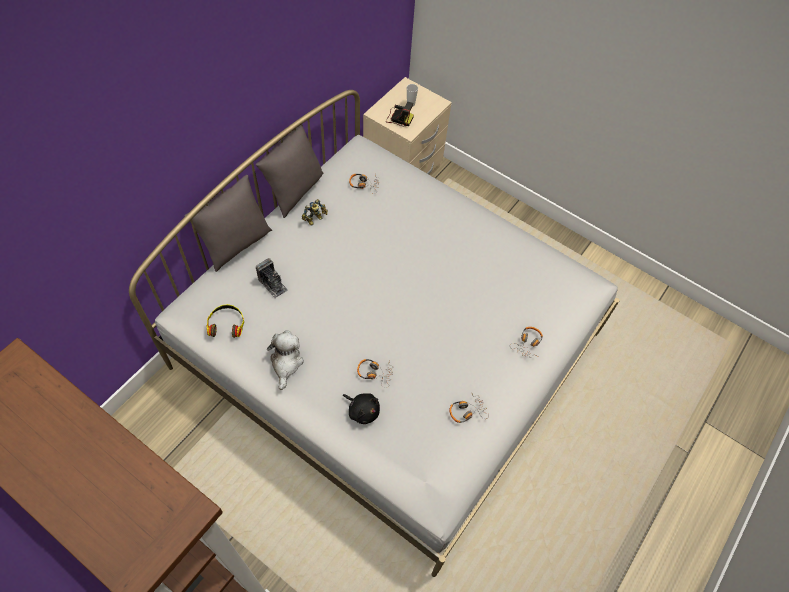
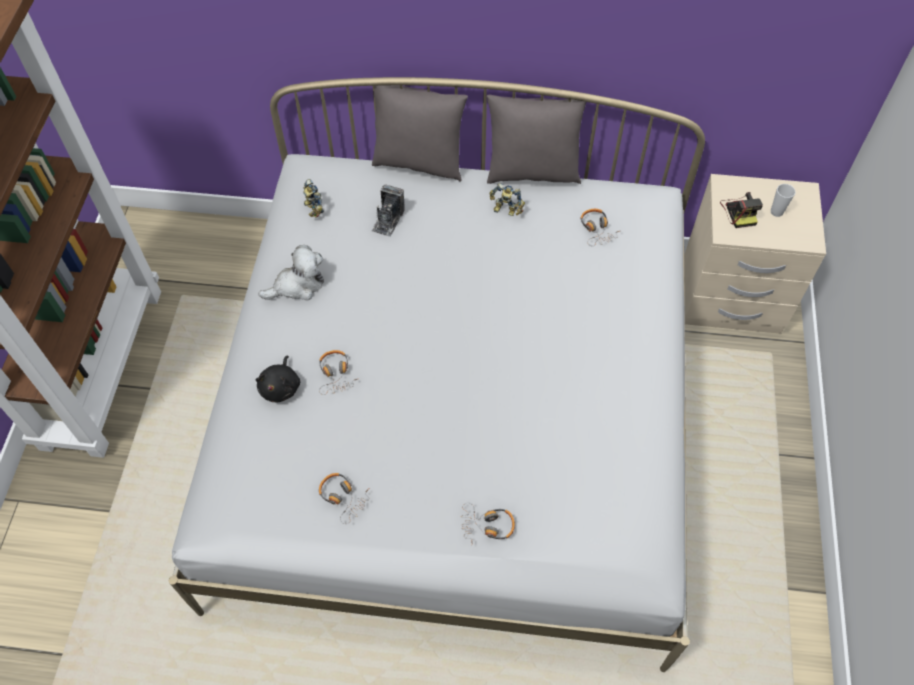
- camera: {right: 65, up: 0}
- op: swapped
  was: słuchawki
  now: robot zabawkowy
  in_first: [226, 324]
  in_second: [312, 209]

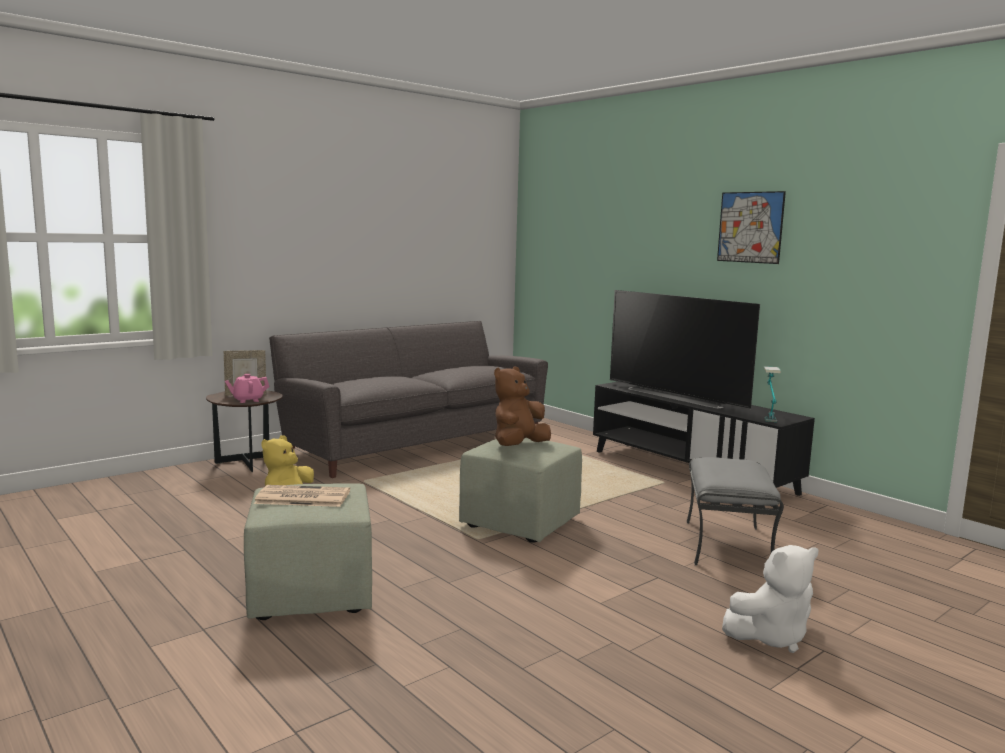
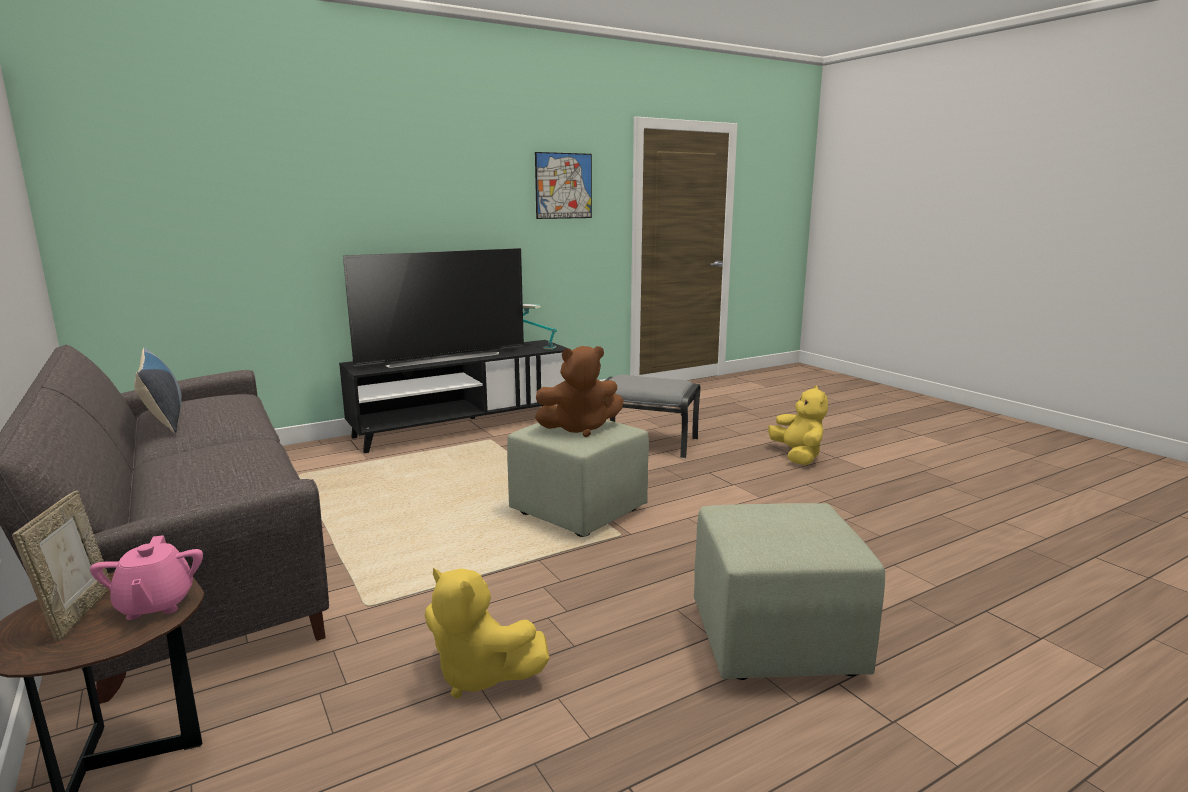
- camera: {right: -80, up: 5}
- op: gone
  was: gazeta
  in_first: [301, 497]
- op: rotated
  was: pluszak/brązowy
  in_first: [518, 446]
  in_second: [580, 428]
  clockwise: -60
- op: shifted
  was: obraz
  in_first: [750, 227]
  in_second: [563, 186]
- op: repainted
  was: pluszak/biały
  now: pluszak/żółty
  in_first: [770, 637]
  in_second: [797, 456]
- op: new
  now: poduszka
  in_second: [163, 417]

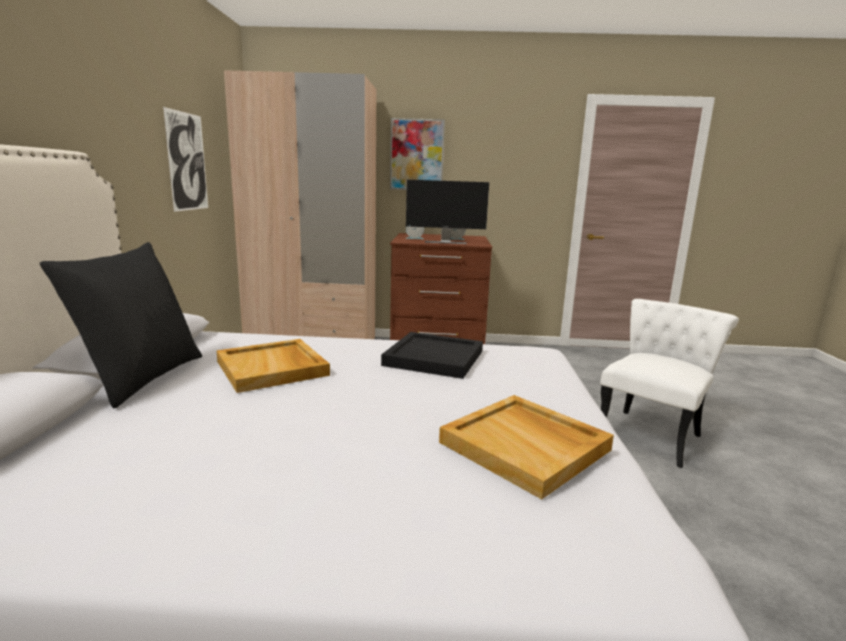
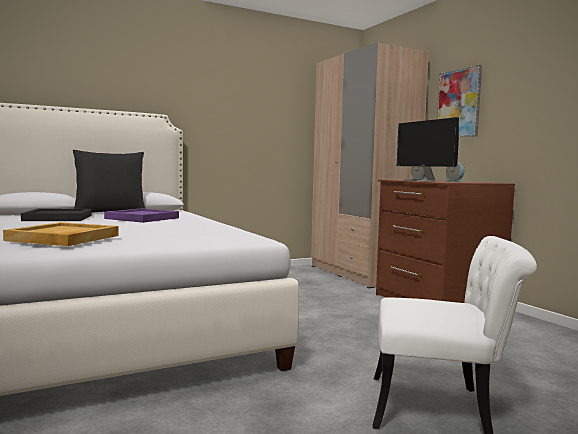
- camera: {right: 60, up: -10}
- op: gone
  was: obraz
  in_first: [187, 162]
- op: repainted
  was: taca/beżowy
  now: taca/fioletowy
  in_first: [273, 368]
  in_second: [142, 218]
- op: shifted
  was: taca/czarny
  in_first: [433, 358]
  in_second: [58, 218]

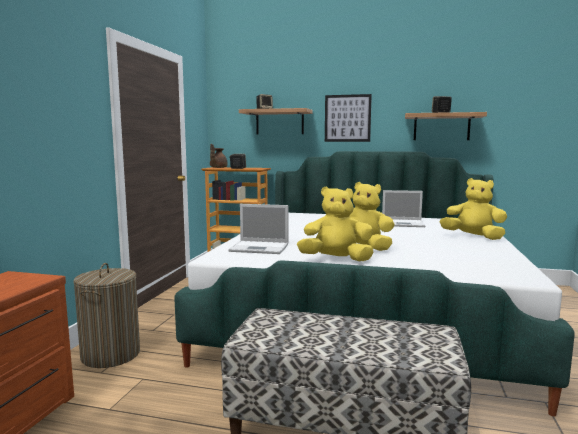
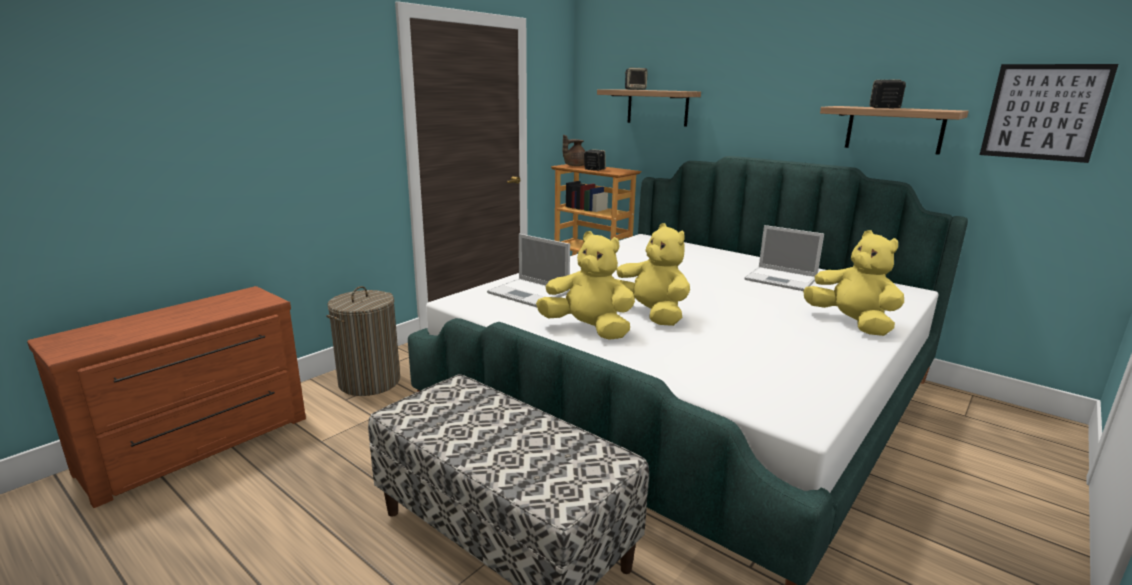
- camera: {right: 25, up: 10}
- op: shifted
  was: obraz
  in_first: [347, 118]
  in_second: [1044, 112]

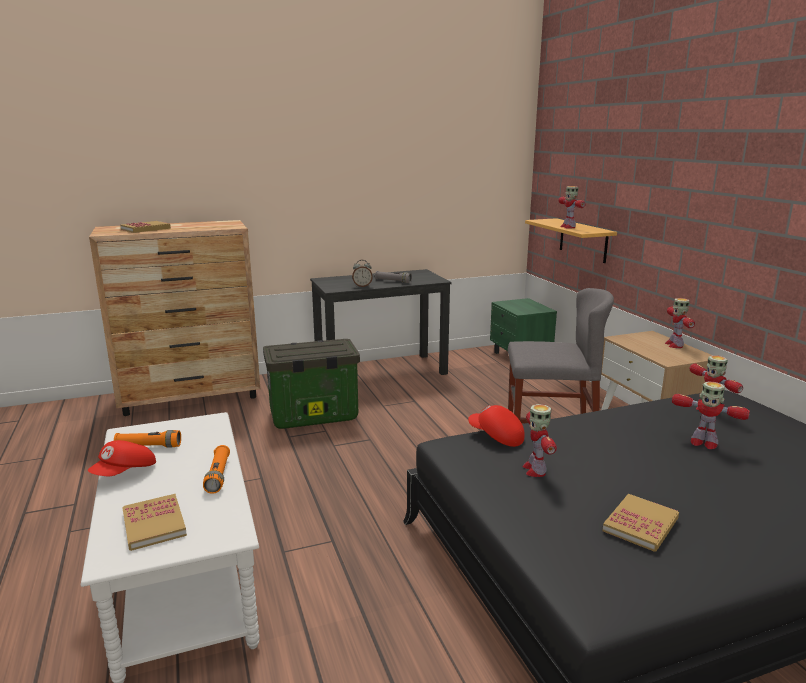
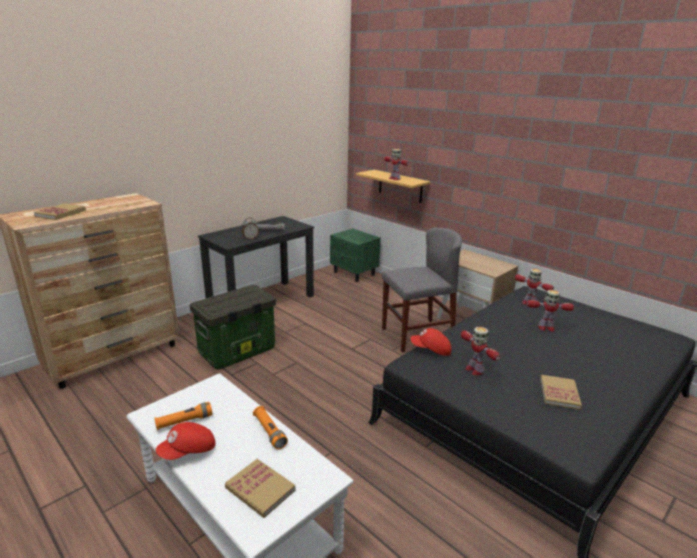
- camera: {right: -25, up: 5}
- op: rotated
  was: czapka z daszkiem/czerwony
  in_first: [125, 473]
  in_second: [188, 451]
  clockwise: 45
- op: gone
  was: robot zabawkowy
  in_first: [674, 345]

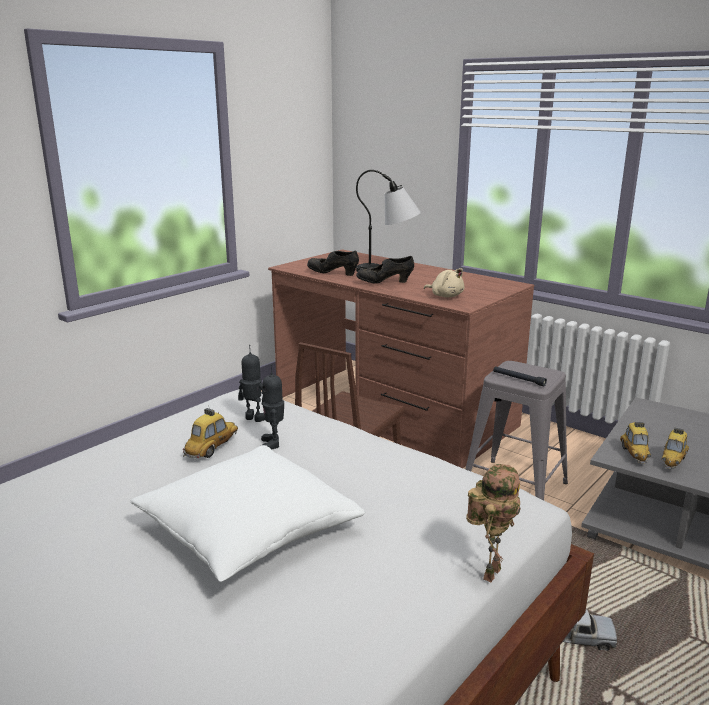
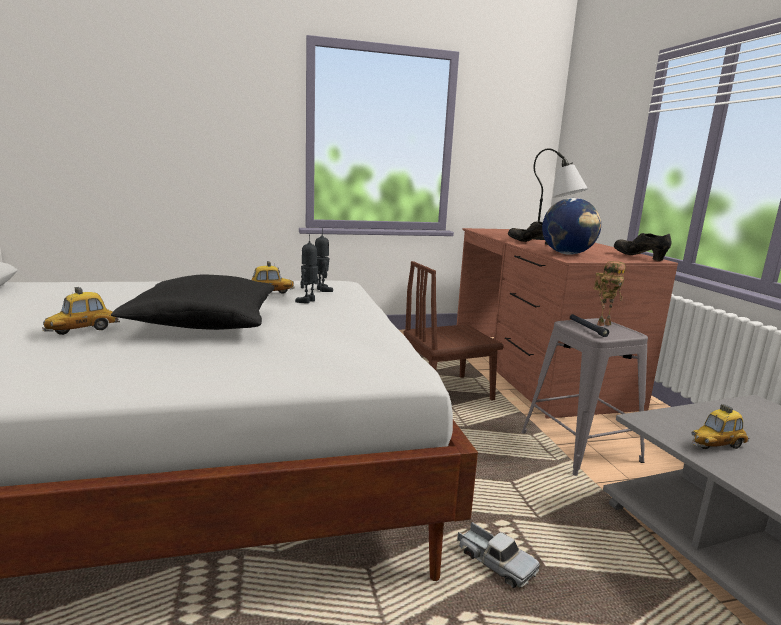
- camera: {right: 35, up: -5}
- op: repainted
  was: poduszka/biały
  now: poduszka/czarny
  in_first: [248, 531]
  in_second: [204, 323]
- op: shifted
  was: but/czarny
  in_first: [333, 274]
  in_second: [639, 257]
- op: swapped
  was: pluszak/beżowy
  now: globus
  in_first: [445, 296]
  in_second: [567, 254]
- op: shifted
  was: robot zabawkowy
  in_first: [489, 571]
  in_second: [603, 324]
- op: shifted
  was: samochodzik
  in_first: [634, 454]
  in_second: [82, 330]

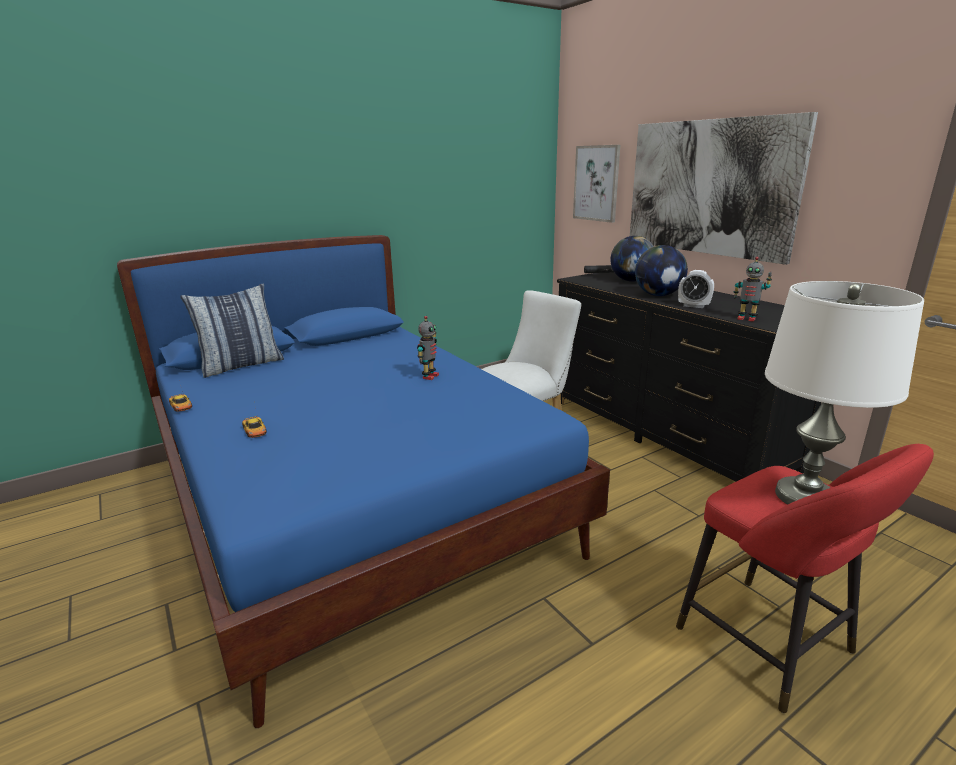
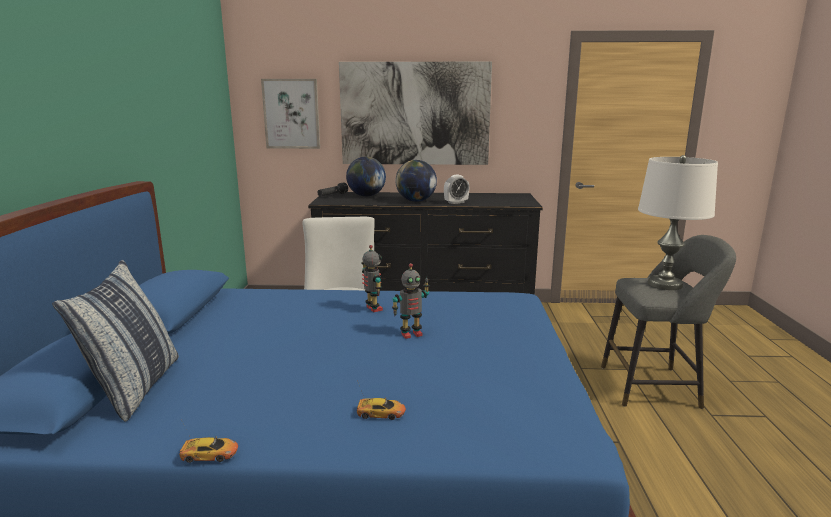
- camera: {right: -55, up: -5}
- op: repainted
  was: stołek/czerwony
  now: stołek/szary
  in_first: [772, 646]
  in_second: [655, 387]
- op: shifted
  was: robot zabawkowy
  in_first: [746, 319]
  in_second: [411, 334]

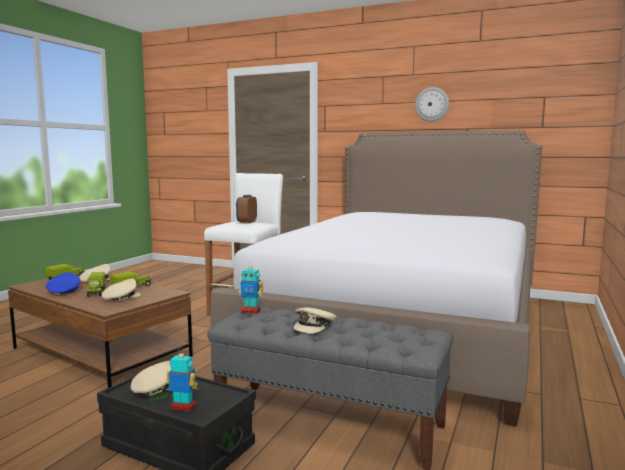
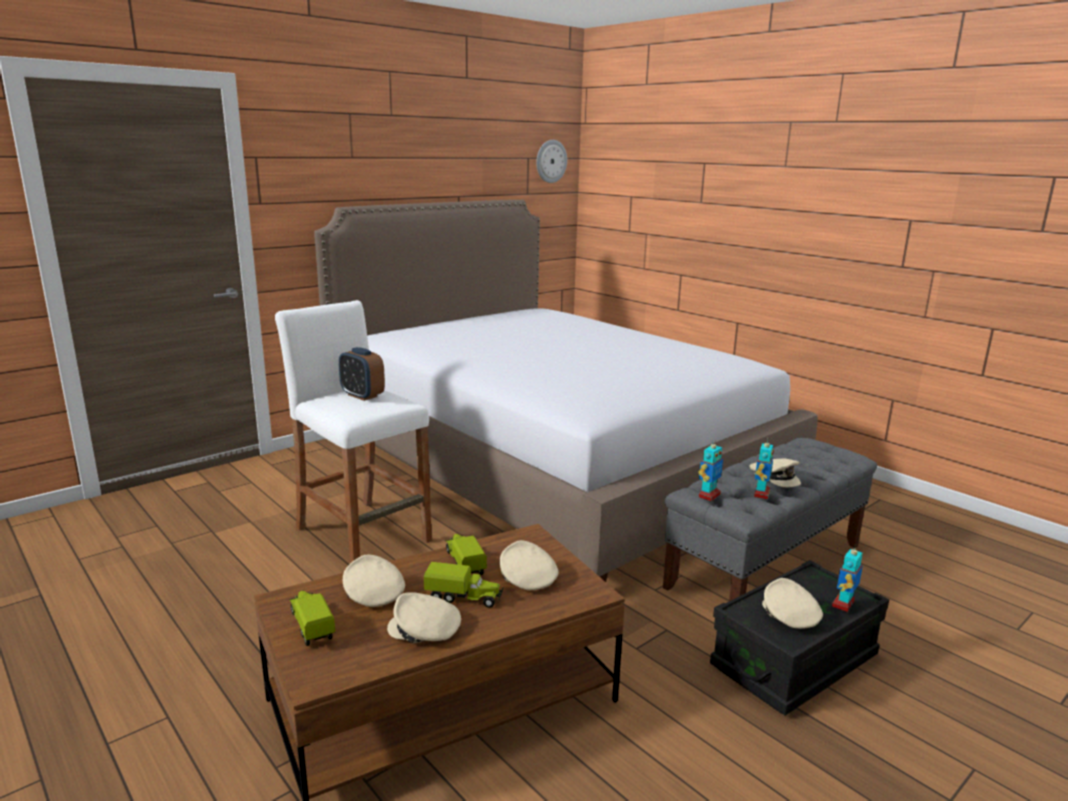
- camera: {right: -65, up: 10}
- op: repainted
  was: czapka z daszkiem/niebieski
  now: czapka z daszkiem/beżowy
  in_first: [64, 291]
  in_second: [424, 630]
- op: shifted
  was: zegar ścienny
  in_first: [432, 104]
  in_second: [550, 161]
- op: new
  now: robot zabawkowy
  in_second: [761, 494]

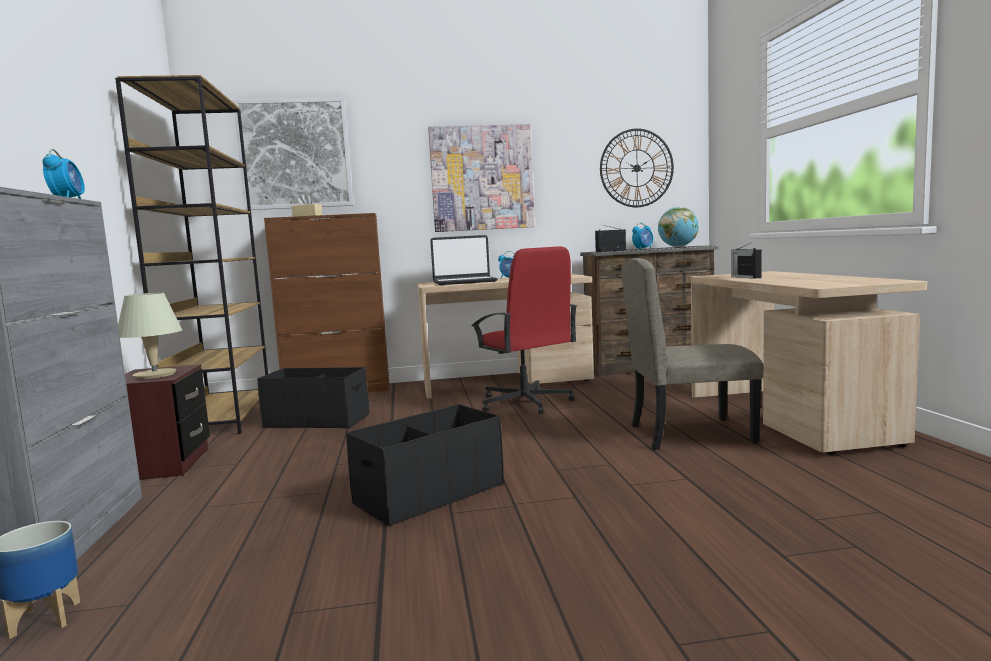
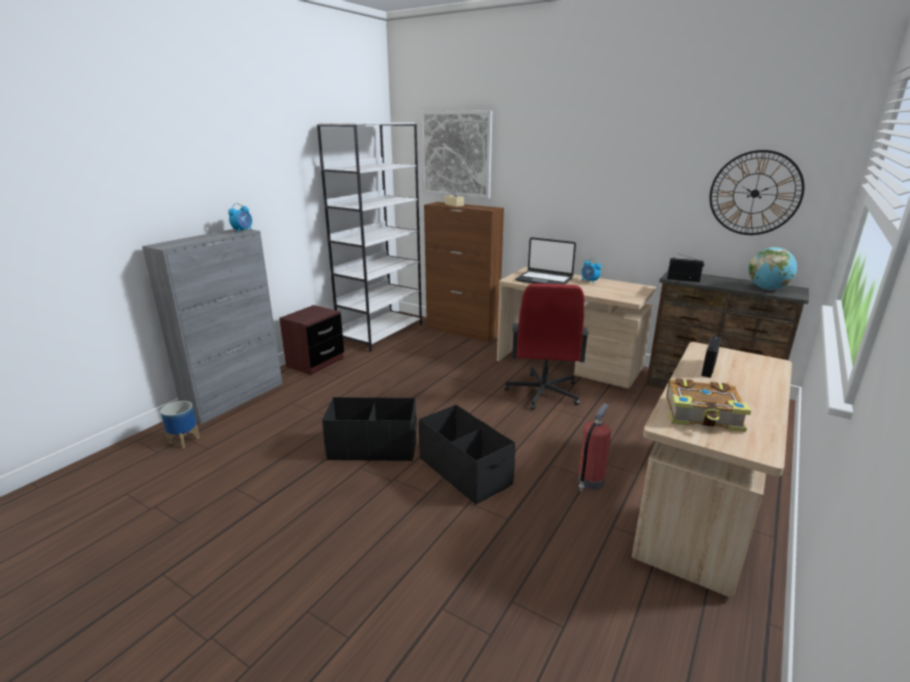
- camera: {right: 40, up: 15}
- op: repainted
  was: regał/brązowy
  now: regał/biały
  in_first: [222, 417]
  in_second: [381, 332]
- op: gone
  was: lampa stołowa/beżowy
  in_first: [155, 375]
- op: shifted
  was: pojemnik do przechowywania/czarny
  in_first: [317, 421]
  in_second: [465, 471]
- op: gone
  was: obraz
  in_first: [482, 178]
- op: swapped
  was: krzesło/beżowy
  now: gaśnica
  in_first: [690, 433]
  in_second: [590, 482]
- op: gone
  was: budzik
  in_first: [643, 249]
- op: new
  now: książka
  in_second: [703, 415]

